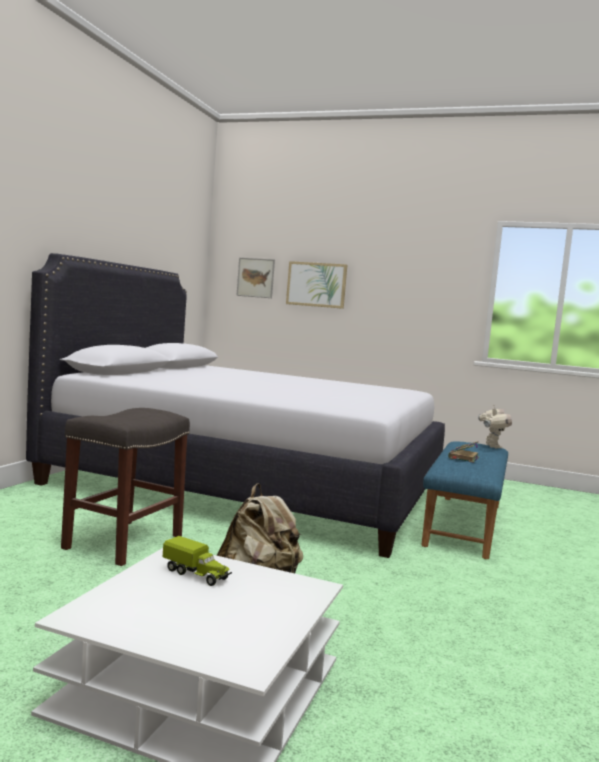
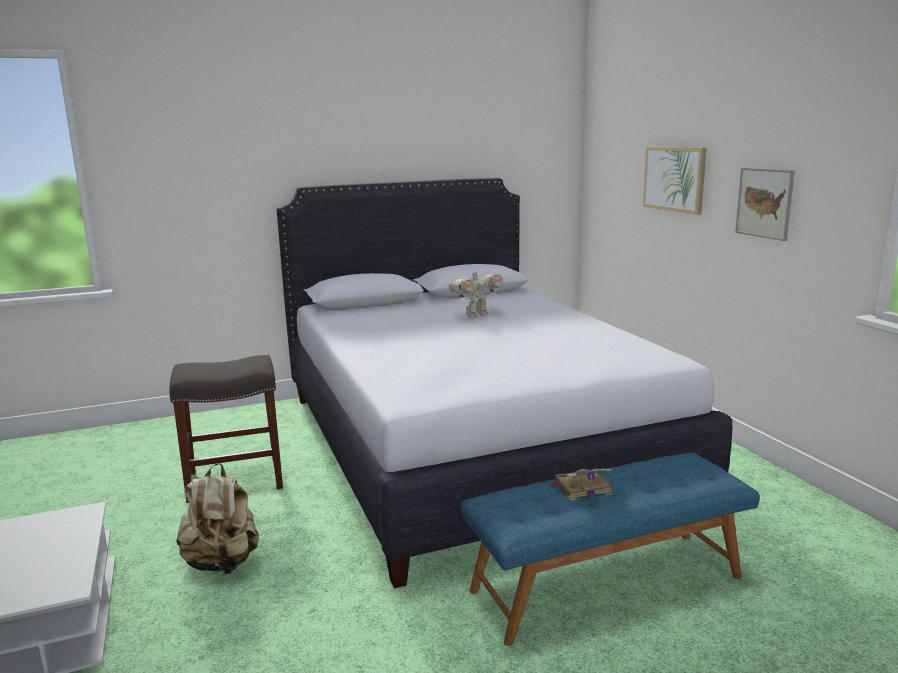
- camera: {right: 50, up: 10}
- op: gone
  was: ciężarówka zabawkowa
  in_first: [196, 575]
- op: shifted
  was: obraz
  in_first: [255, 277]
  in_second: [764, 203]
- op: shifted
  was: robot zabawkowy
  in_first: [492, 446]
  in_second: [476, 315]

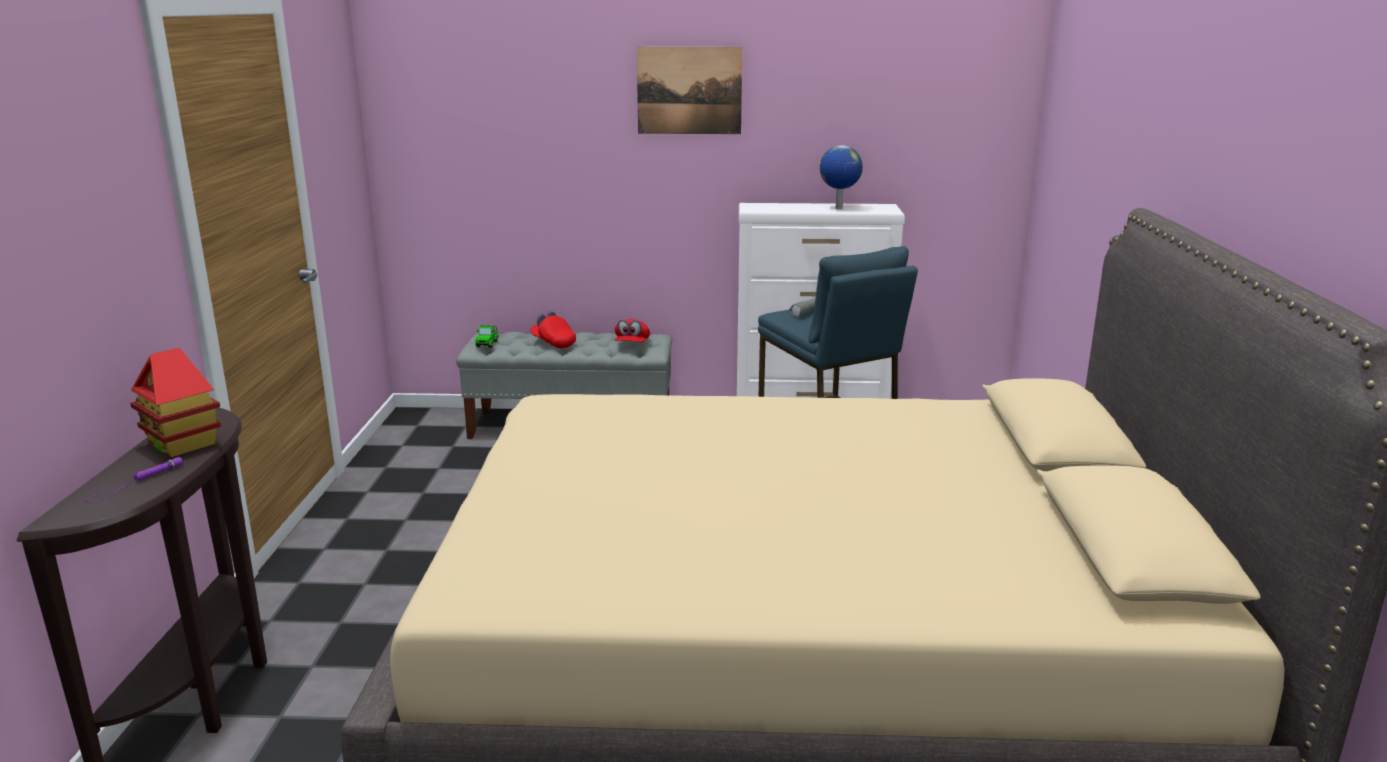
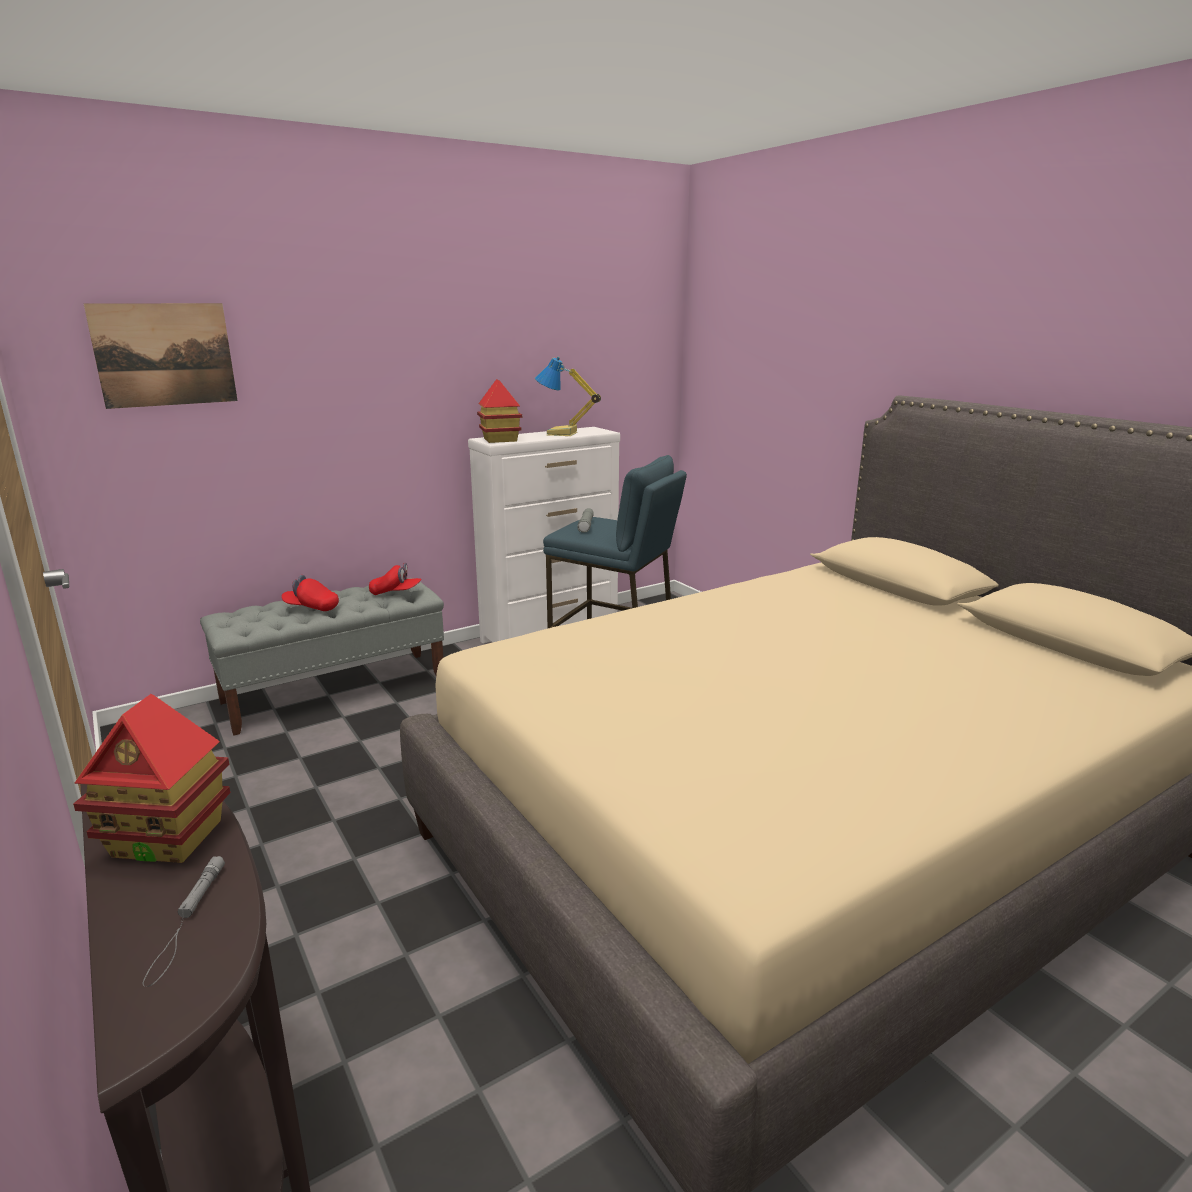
- camera: {right: -35, up: 0}
- op: repainted
  was: latarka/fioletowy
  now: latarka/szary
  in_first: [134, 483]
  in_second: [186, 921]
- op: gone
  was: samochodzik
  in_first: [487, 344]
- op: rotated
  was: czapka z daszkiem/czerwony
  in_first: [632, 345]
  in_second: [395, 593]
  clockwise: -60
- op: shifted
  was: obraz
  in_first: [689, 90]
  in_second: [164, 355]
- op: swapped
  was: globus
  now: lampa stołowa
  in_first: [838, 208]
  in_second: [562, 434]
- op: new
  now: domek
  in_second: [500, 440]

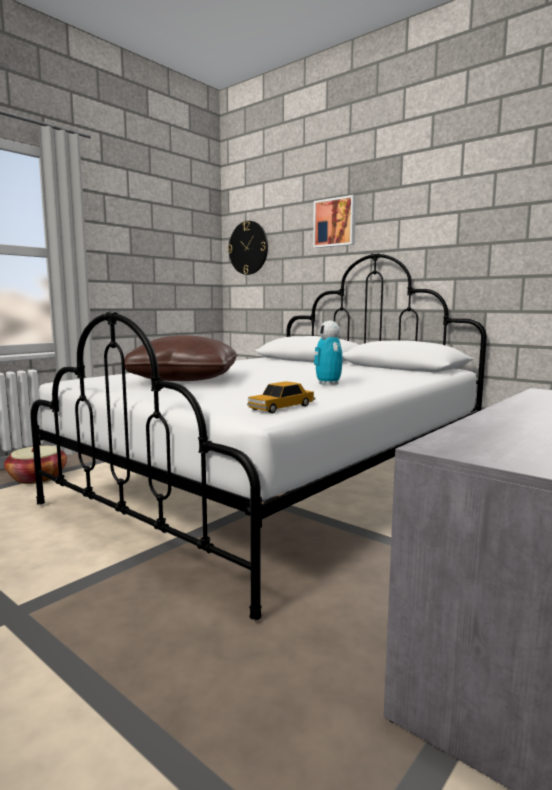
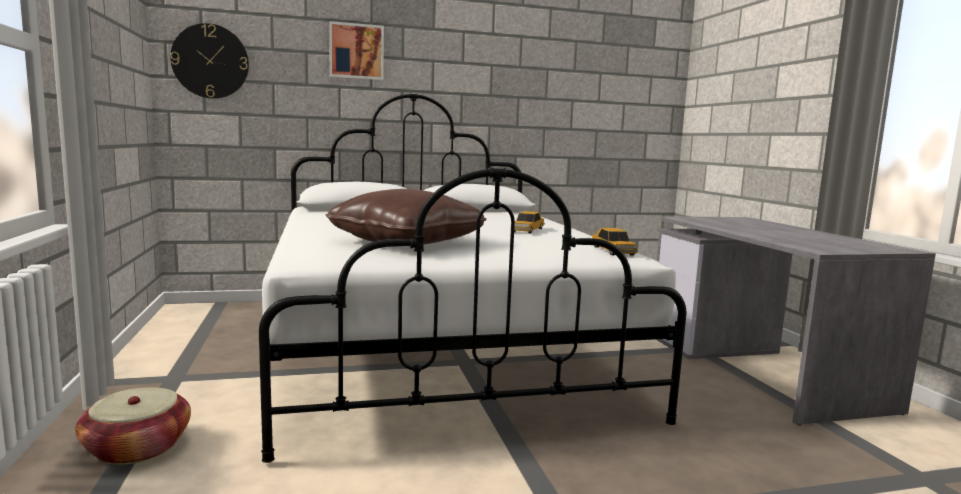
- camera: {right: -55, up: 0}
- op: swapped
  was: robot zabawkowy
  now: samochodzik
  in_first: [328, 384]
  in_second: [527, 230]

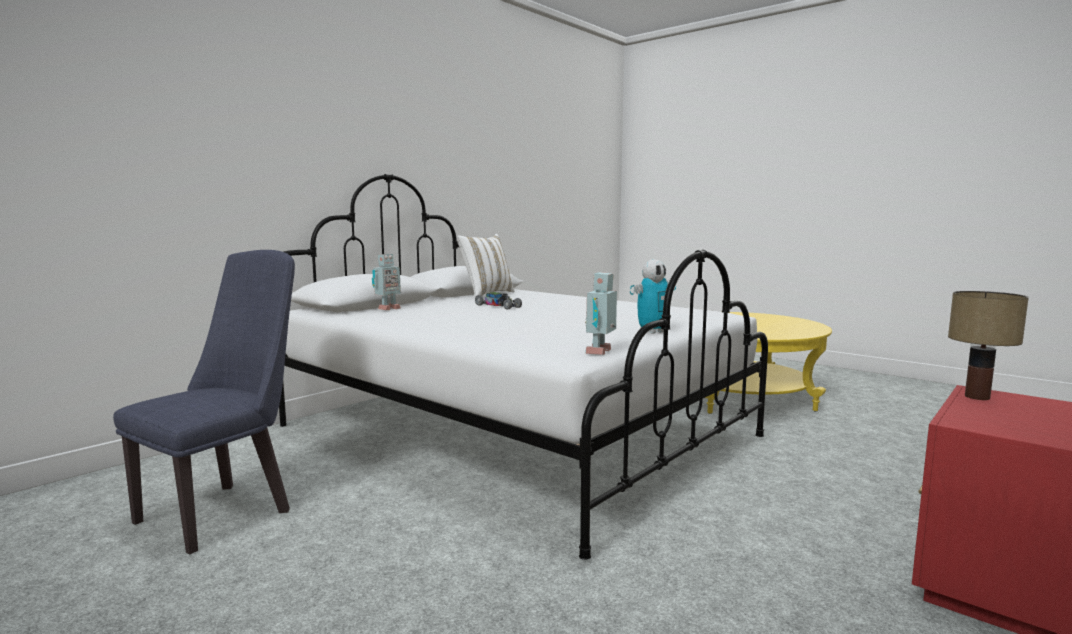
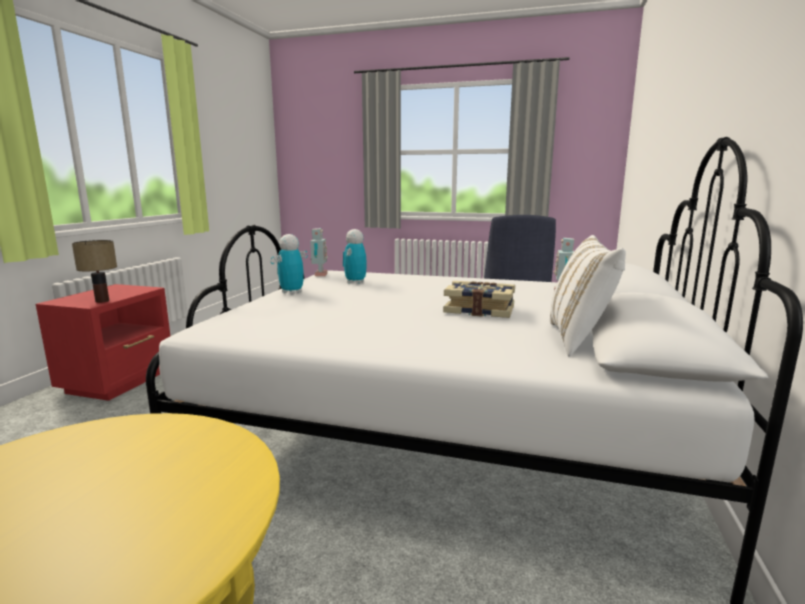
- camera: {right: 155, up: 5}
- op: swapped
  was: samochodzik
  now: książka
  in_first: [498, 306]
  in_second: [479, 310]
- op: new
  now: robot zabawkowy
  in_second: [355, 282]

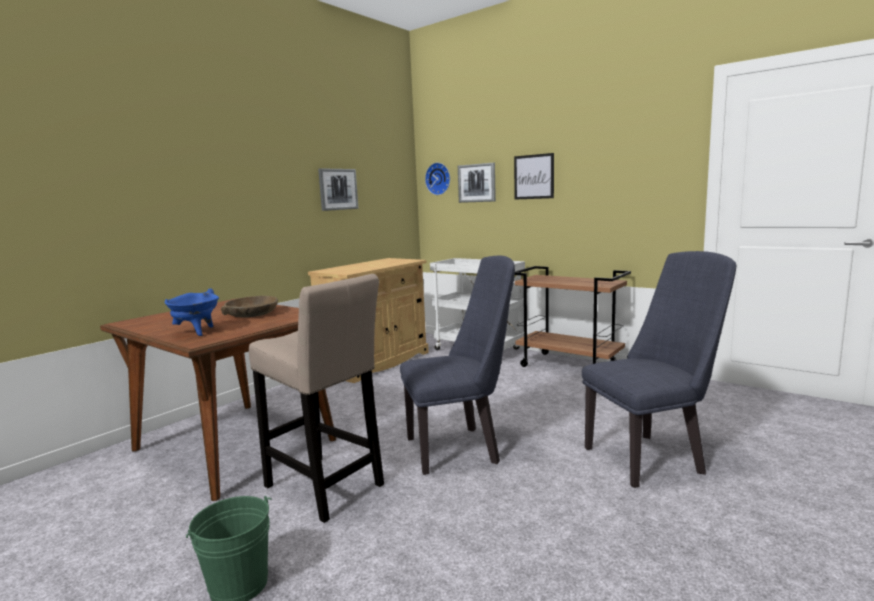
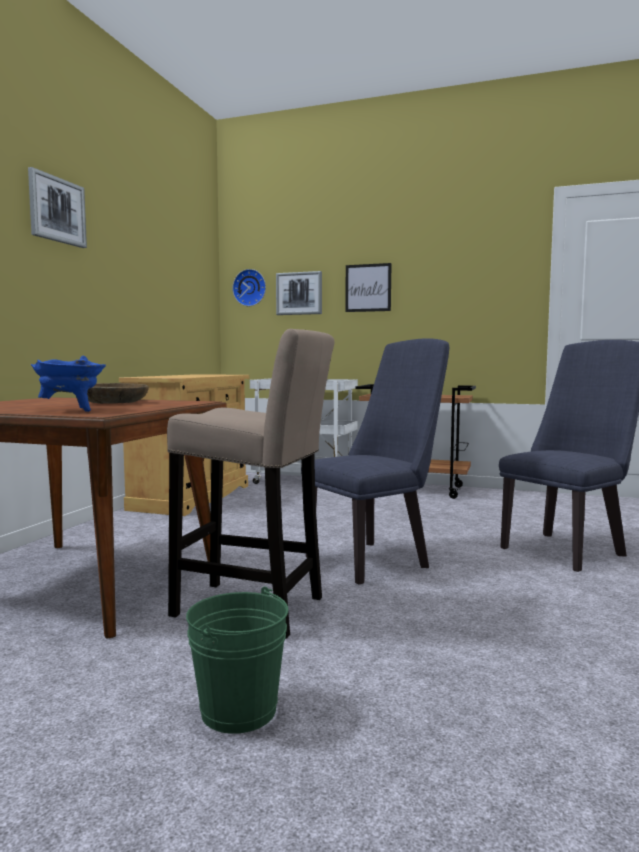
- camera: {right: -20, up: -5}
- op: shifted
  was: obraz
  in_first: [338, 189]
  in_second: [57, 210]

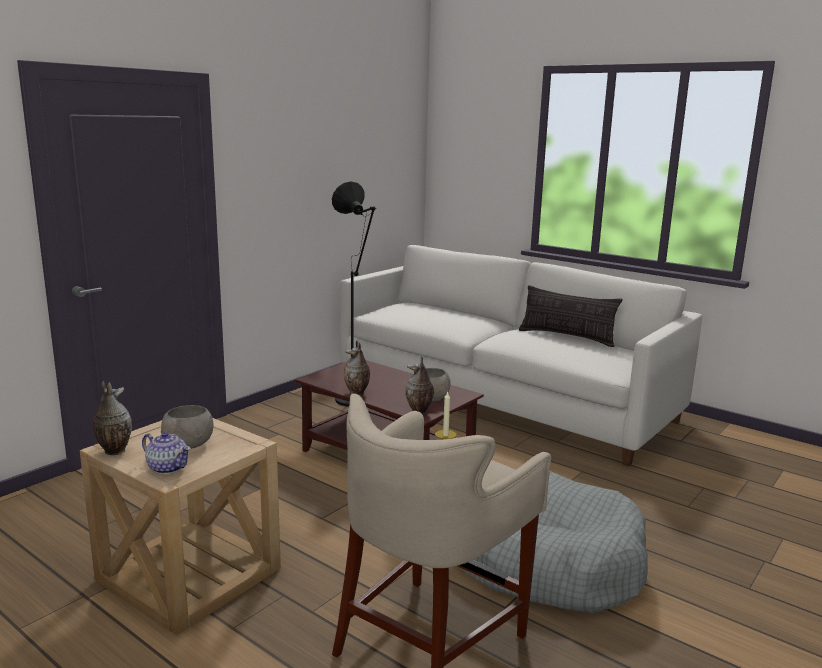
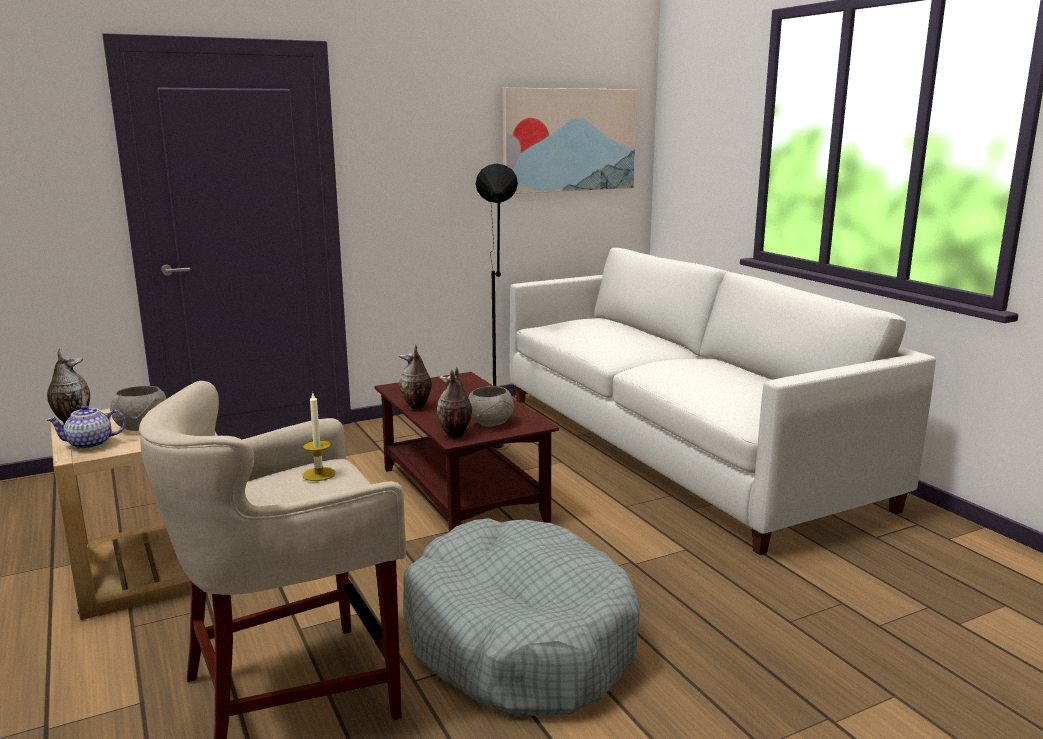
- camera: {right: 25, up: 0}
- op: rotated
  was: imbryk
  in_first: [168, 467]
  in_second: [90, 444]
  clockwise: 105
- op: gone
  was: poduszka
  in_first: [567, 337]
- op: new
  now: obraz
  in_second: [569, 140]

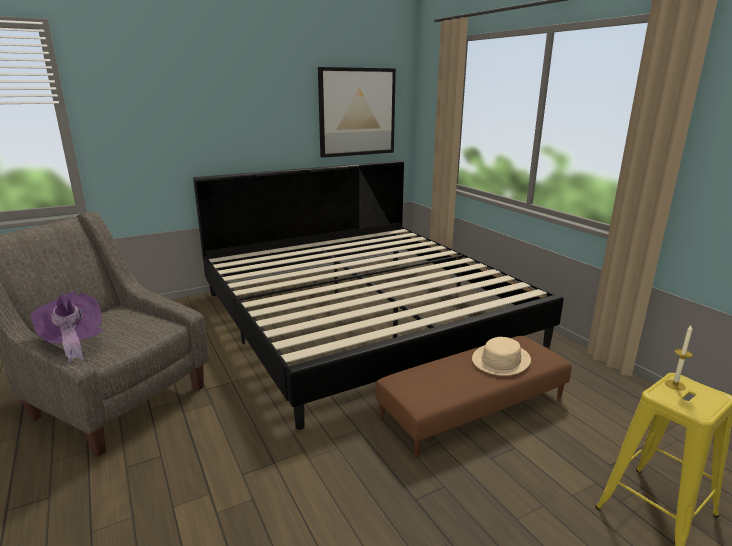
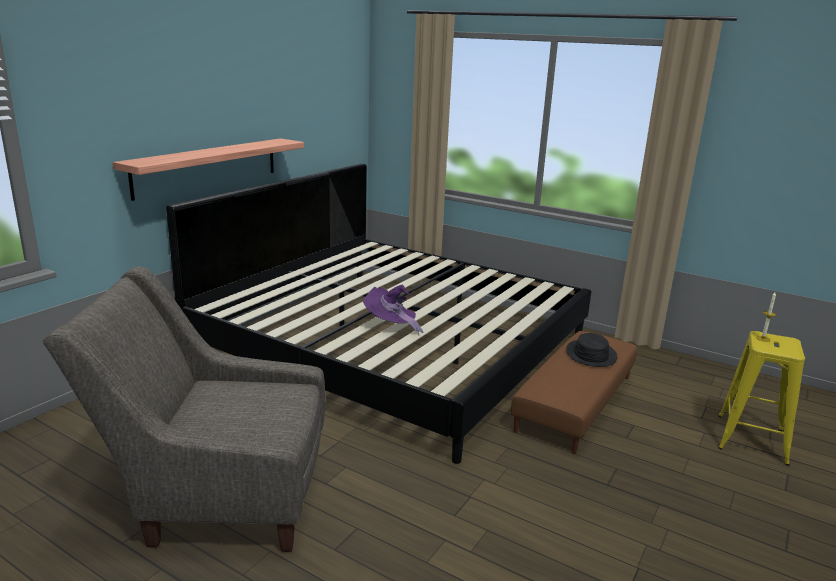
- camera: {right: -30, up: 0}
- op: shifted
  was: kapelusz/fioletowy
  in_first: [73, 343]
  in_second: [391, 326]
- op: gone
  was: obraz
  in_first: [357, 112]
- op: repainted
  was: kapelusz/beżowy
  now: kapelusz/czarny
  in_first: [500, 360]
  in_second: [590, 354]
- op: new
  now: półka
  in_second: [208, 167]

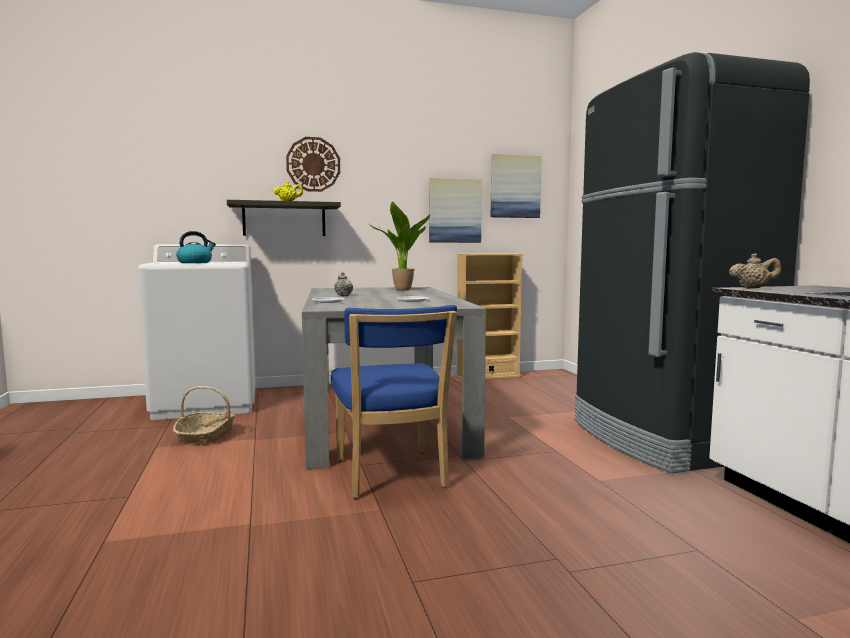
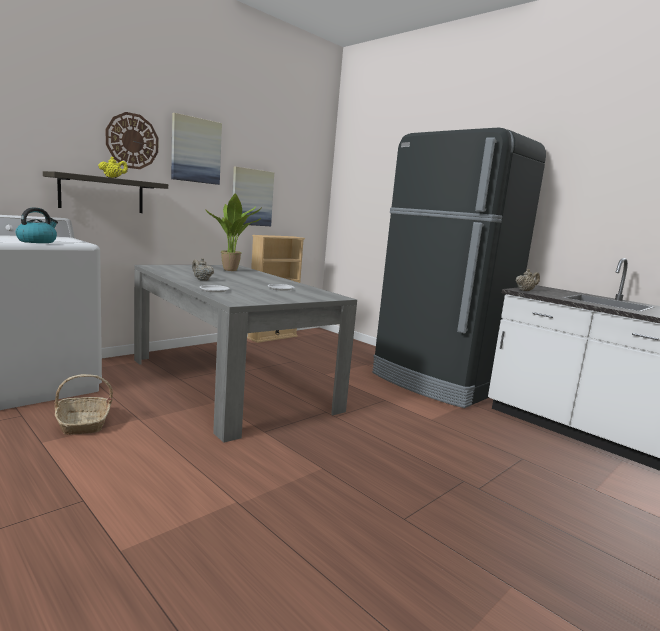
- camera: {right: -30, up: 5}
- op: gone
  was: krzesło/niebieski
  in_first: [391, 476]
- op: shifted
  was: obraz
  in_first: [515, 186]
  in_second: [196, 150]

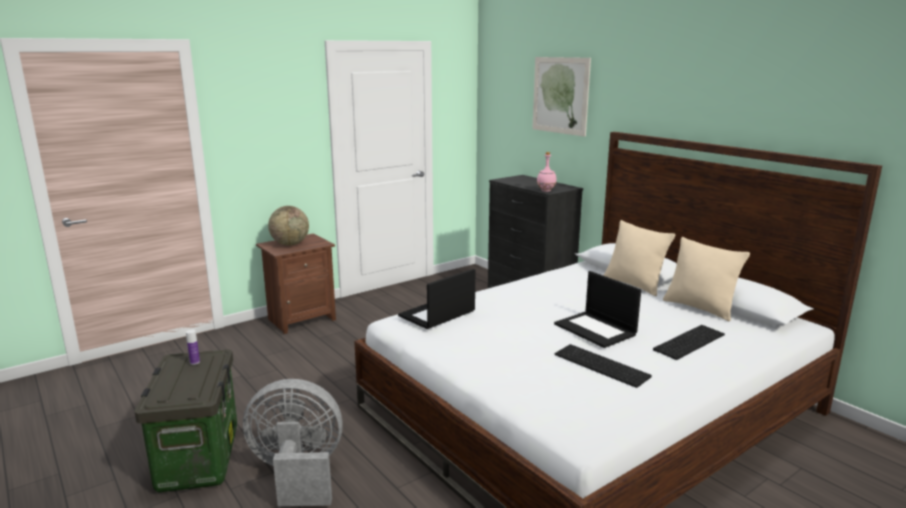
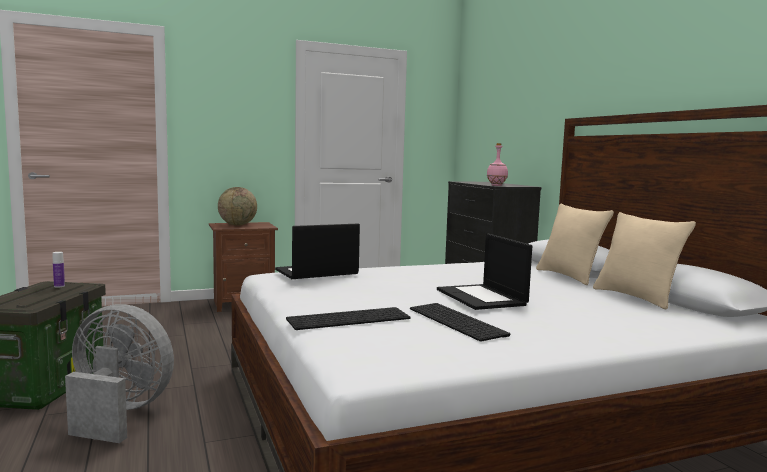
- camera: {right: 15, up: -10}
- op: gone
  was: obraz
  in_first: [560, 95]
- op: shifted
  was: klawiatura
  in_first: [688, 341]
  in_second: [349, 318]

